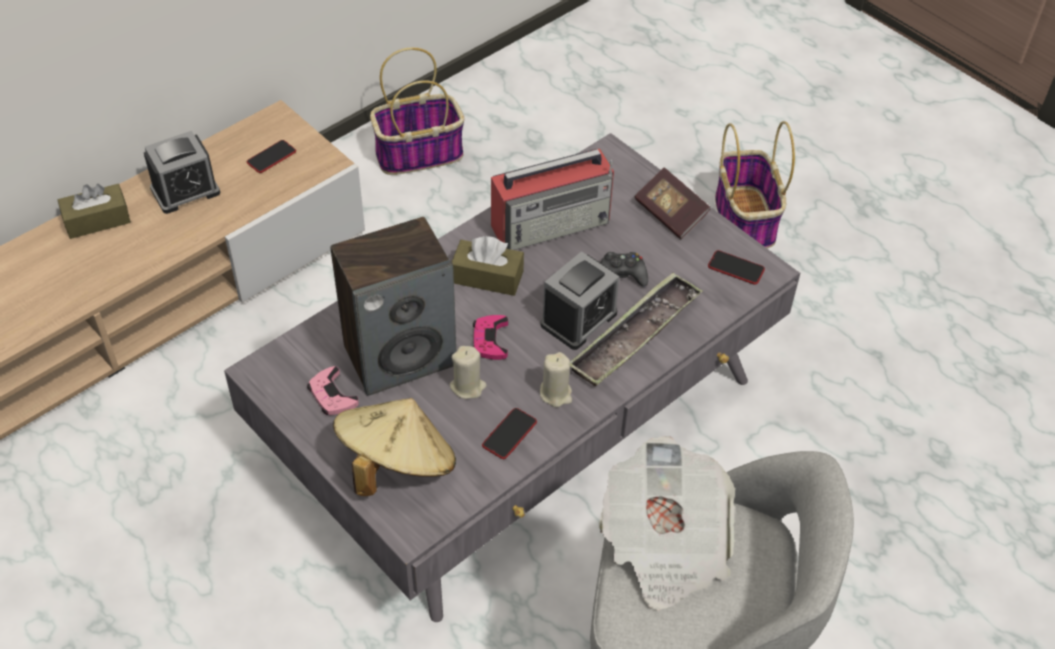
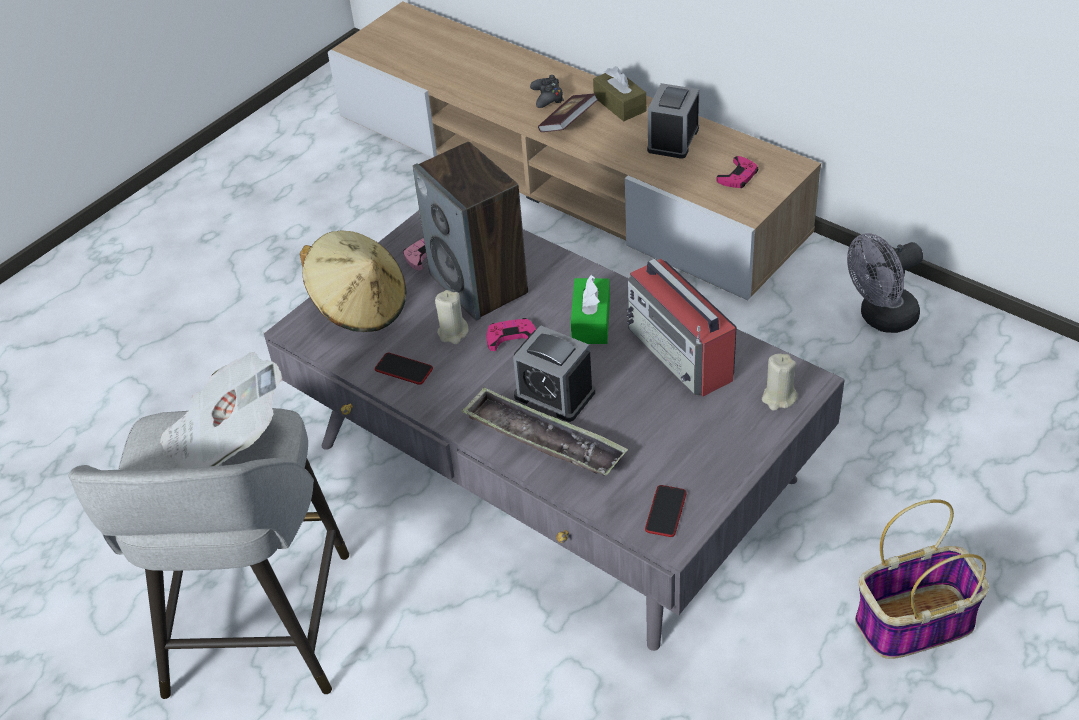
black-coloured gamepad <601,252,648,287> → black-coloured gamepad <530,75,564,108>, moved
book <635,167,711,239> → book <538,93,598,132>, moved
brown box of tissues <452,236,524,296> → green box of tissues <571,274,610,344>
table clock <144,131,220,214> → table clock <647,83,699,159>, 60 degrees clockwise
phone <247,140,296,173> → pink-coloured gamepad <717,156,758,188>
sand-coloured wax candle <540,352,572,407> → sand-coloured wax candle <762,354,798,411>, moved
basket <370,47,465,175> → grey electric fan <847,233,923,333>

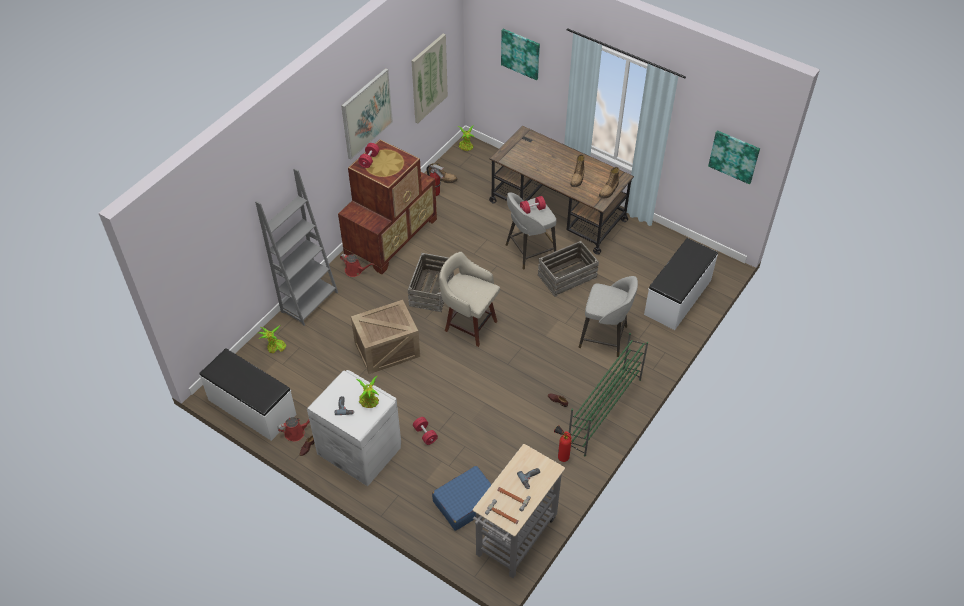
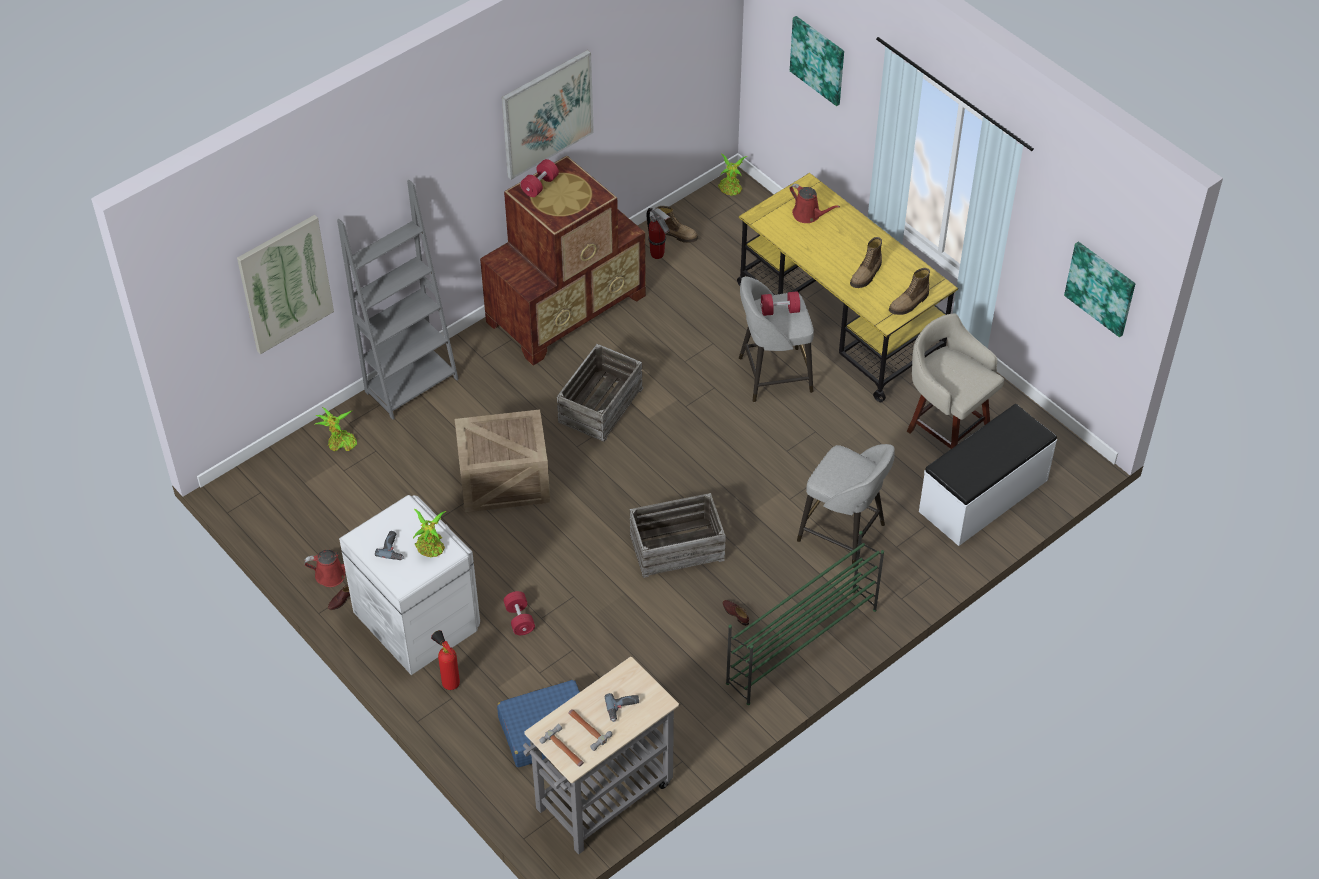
wall art <411,33,448,123> → wall art <237,215,334,354>, moved
fire extinguisher <554,425,572,462> → fire extinguisher <431,630,460,690>, moved
packing crate <537,241,599,297> → packing crate <630,493,726,578>, moved
brown desk table <489,126,634,255> → yellow desk table <737,173,958,402>
red-coloured watering can <340,254,373,277> → red-coloured watering can <790,184,840,223>, moved
sand-coloured stool <439,252,500,347> → sand-coloured stool <907,313,1004,449>, moved
white-coloured bench <199,348,296,441> → -

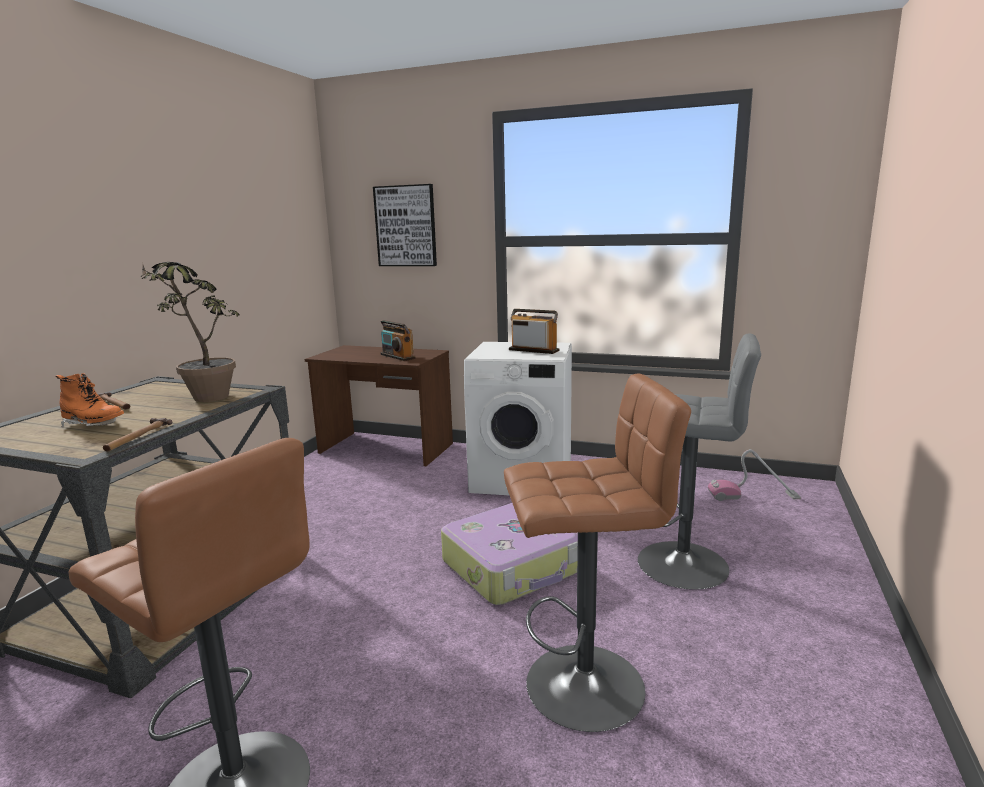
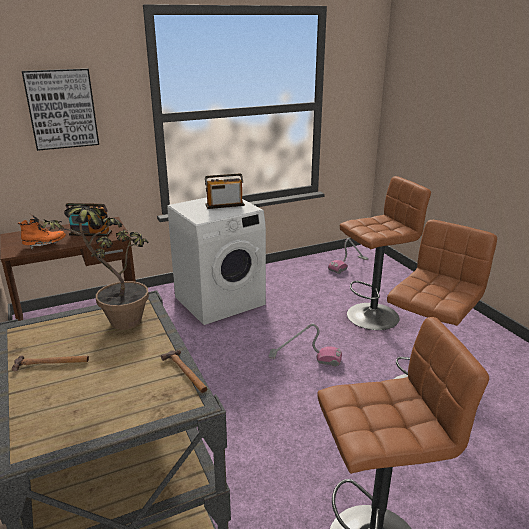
orange boot <56,373,124,427> → orange boot <18,219,66,249>, moved
travel case <441,503,578,605> → vacuum cleaner <268,323,342,367>
grey stool <638,333,761,590> → brown stool <340,176,431,330>

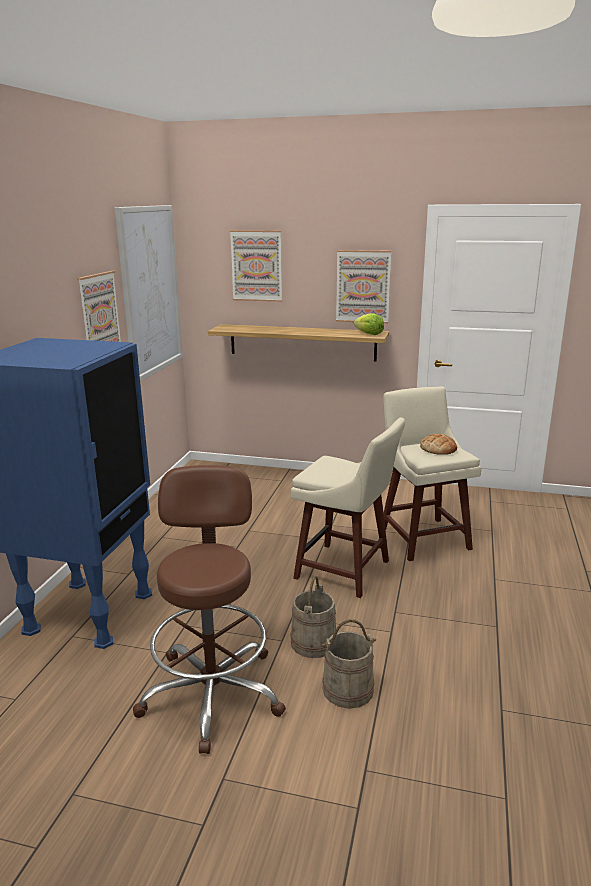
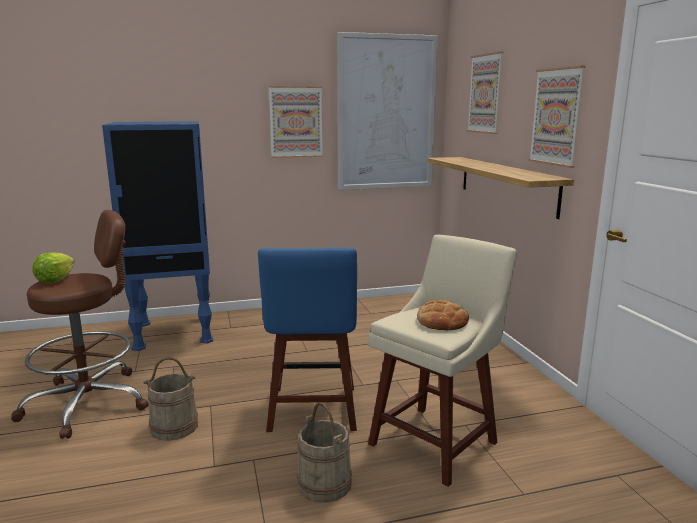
lettuce head <354,313,384,335> → lettuce head <32,252,75,284>, moved
sand-coloured stool <290,418,405,598> → blue stool <258,248,357,432>
sand-coloured pail <322,619,376,709> → sand-coloured pail <296,402,352,503>, moved

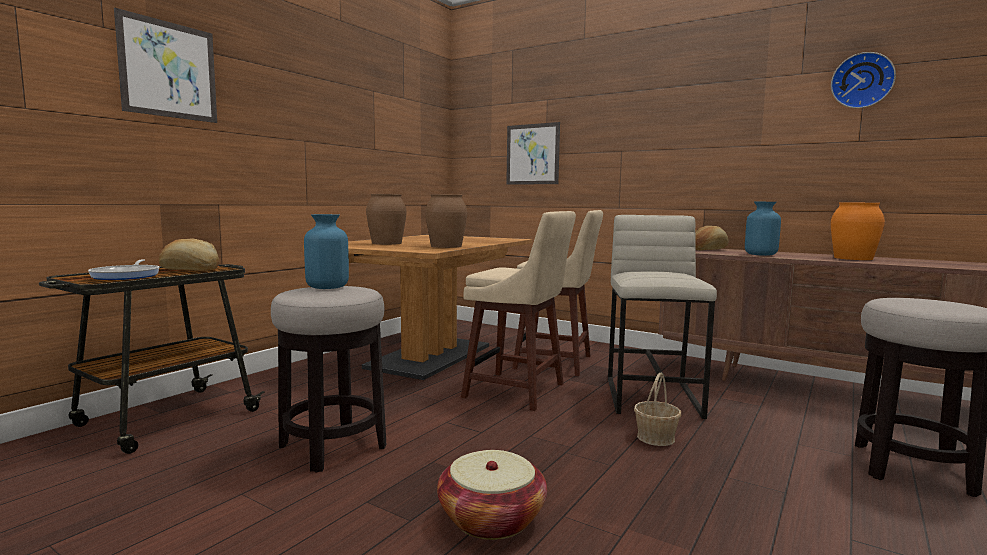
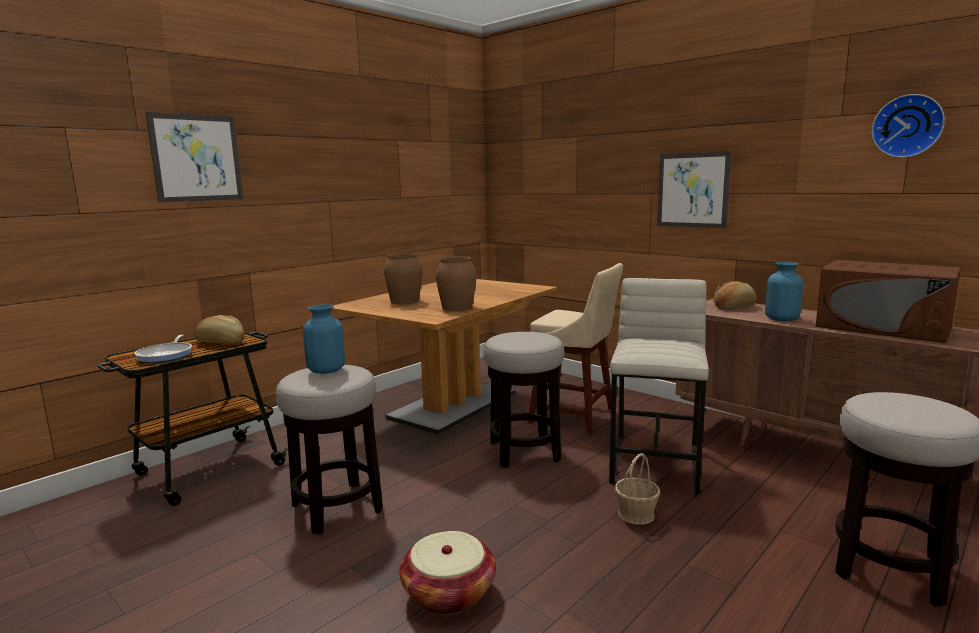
sand-coloured plain chair <461,211,576,411> → stool <483,332,565,468>
wall art <506,122,560,185> → wall art <657,151,731,228>, moved
orange decorative vase <831,202,885,260> → brown kitchen microwave <816,260,961,343>

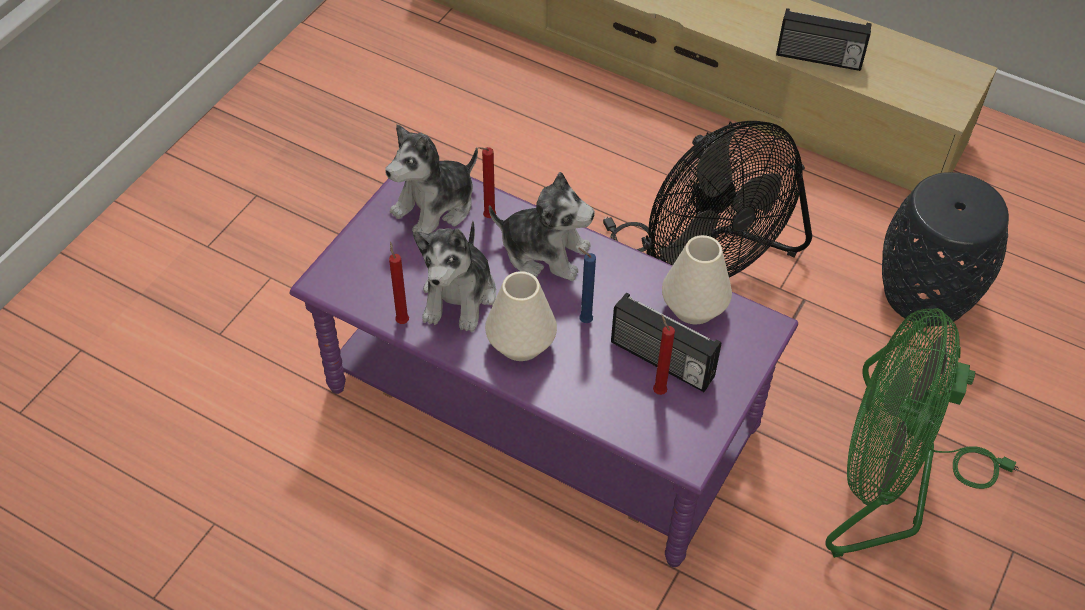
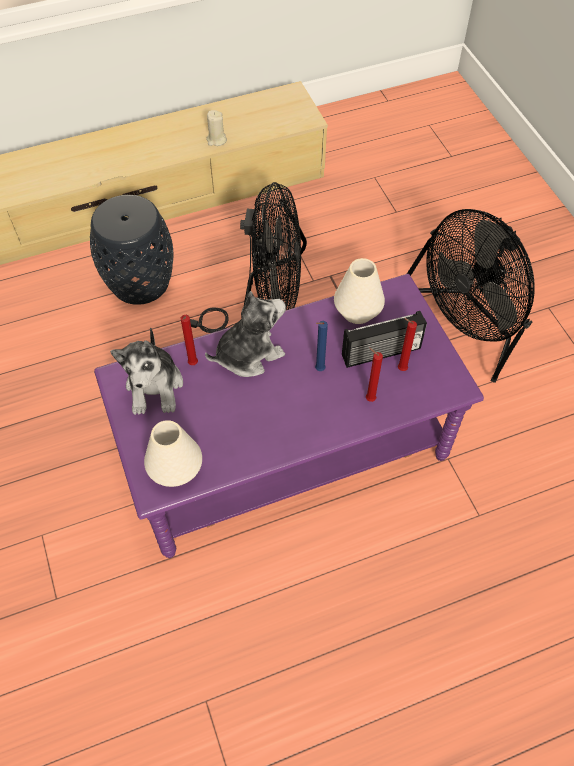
black-coloured stool <882,172,1009,326> → black-coloured stool <90,195,173,305>, moved
white-coloured decorative vase <485,271,557,361> → white-coloured decorative vase <144,420,202,487>, moved
radio <776,8,872,71> → sand-coloured wax candle <206,110,227,146>
red-coloured wax candle <389,241,409,324> → red-coloured wax candle <366,348,383,402>, moved
green electric fan <825,308,1019,558> → black-coloured electric fan <407,209,535,383>
soft toy <413,221,496,332> → -

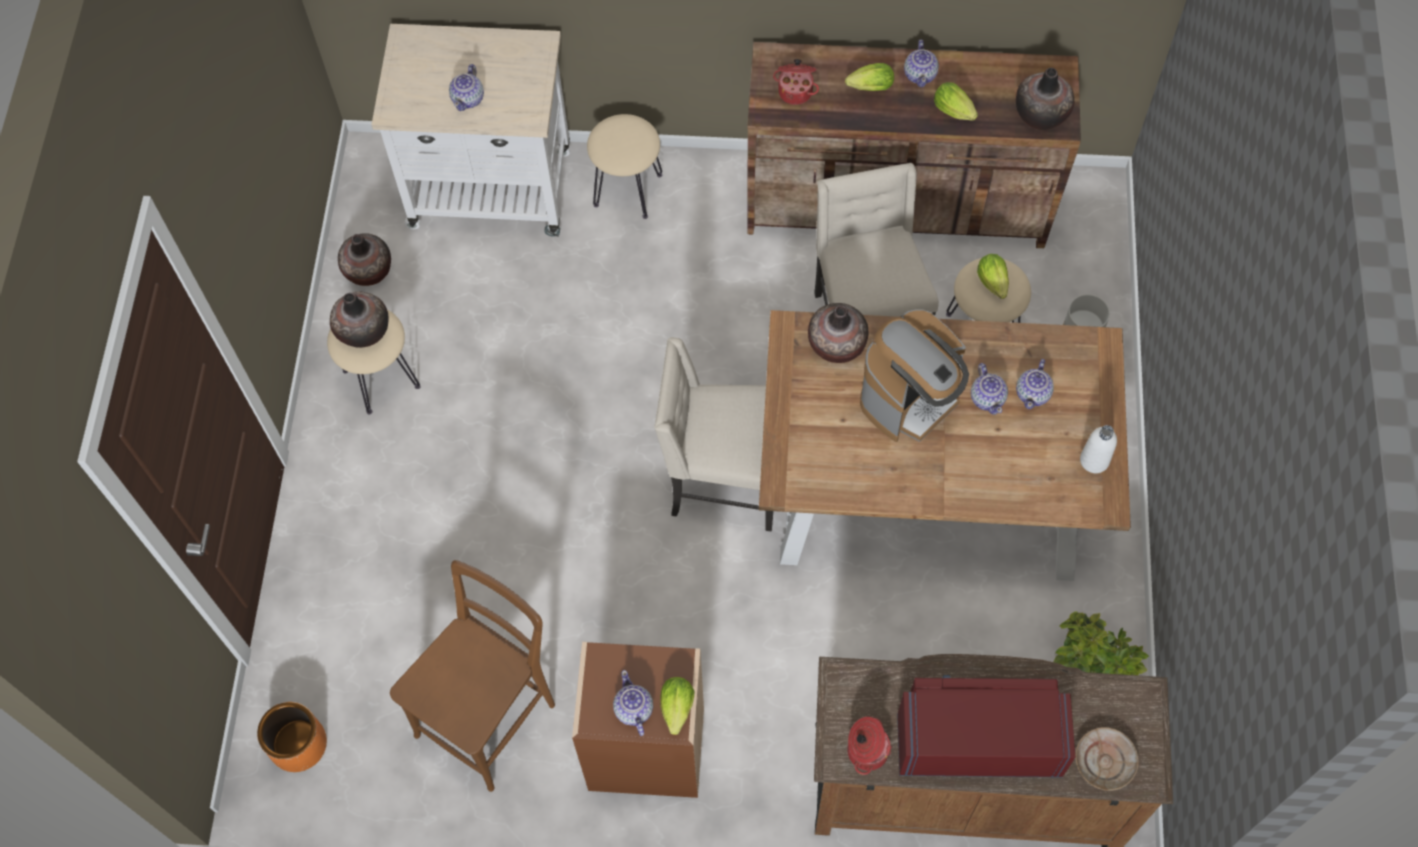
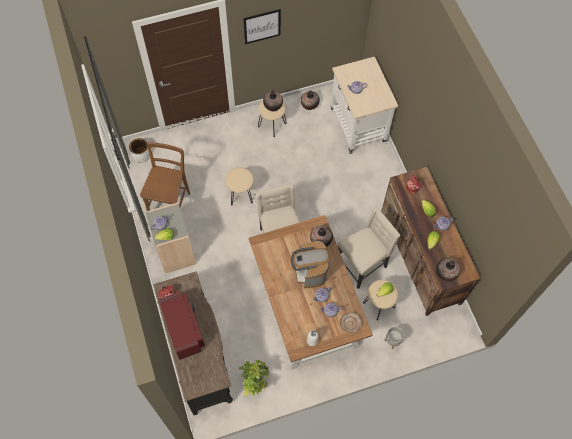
orange flower pot <257,702,327,772> → white-coloured flower pot <129,138,150,163>
brown plain chair <390,560,555,792> → brown plain chair <140,142,190,211>, 90 degrees counterclockwise
brown shelving unit <572,642,704,798> → grey shelving unit <146,203,196,274>
sand-coloured stool <587,114,663,219> → sand-coloured stool <225,167,254,205>, moved
- → wall art <243,9,281,44>
coffee maker <860,309,969,442> → coffee maker <291,241,330,288>, 60 degrees clockwise
sand-coloured plate <1075,727,1139,791> → sand-coloured plate <340,312,362,333>, moved

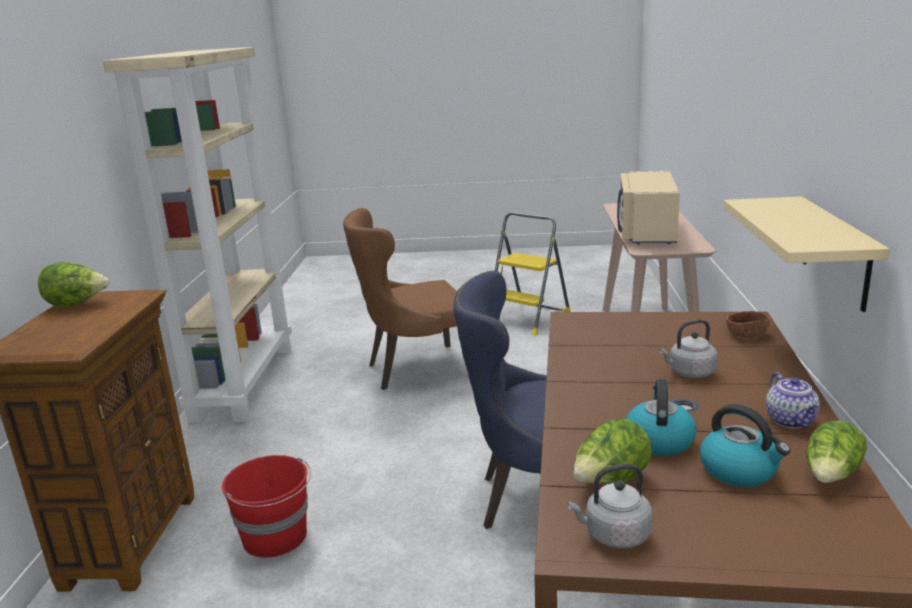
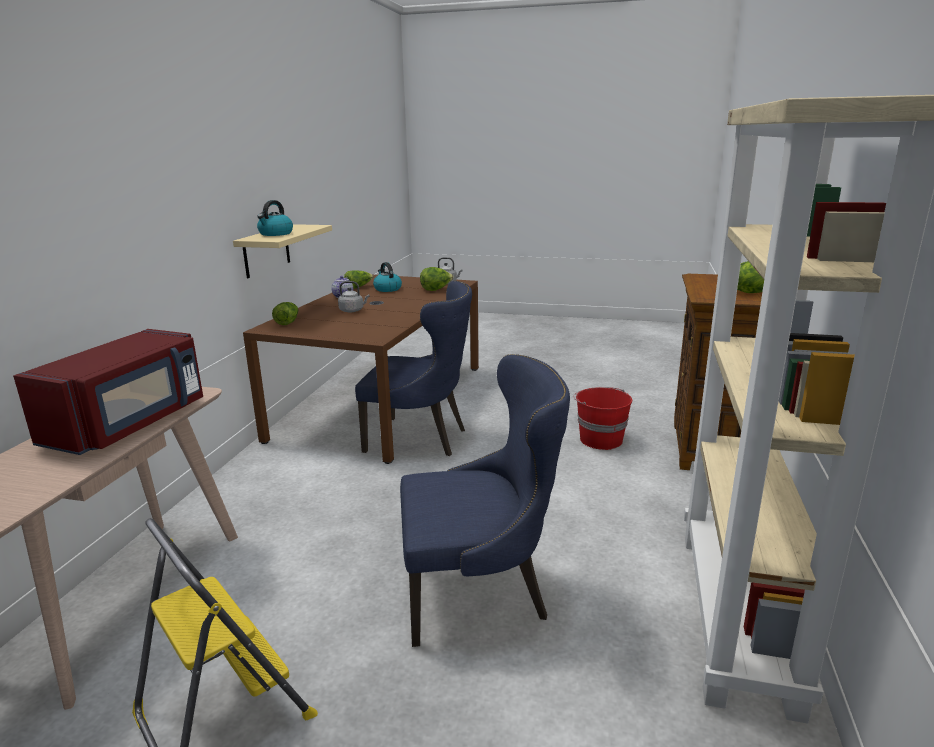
sand-coloured kitchen microwave <617,171,680,244> → red-coloured kitchen microwave <13,329,203,455>
water kettle <626,379,697,456> → water kettle <257,200,293,236>, moved
brown serving bowl <726,311,770,338> → lettuce head <272,302,298,325>
brown plain chair <343,208,457,390> → blue plain chair <400,354,570,647>

